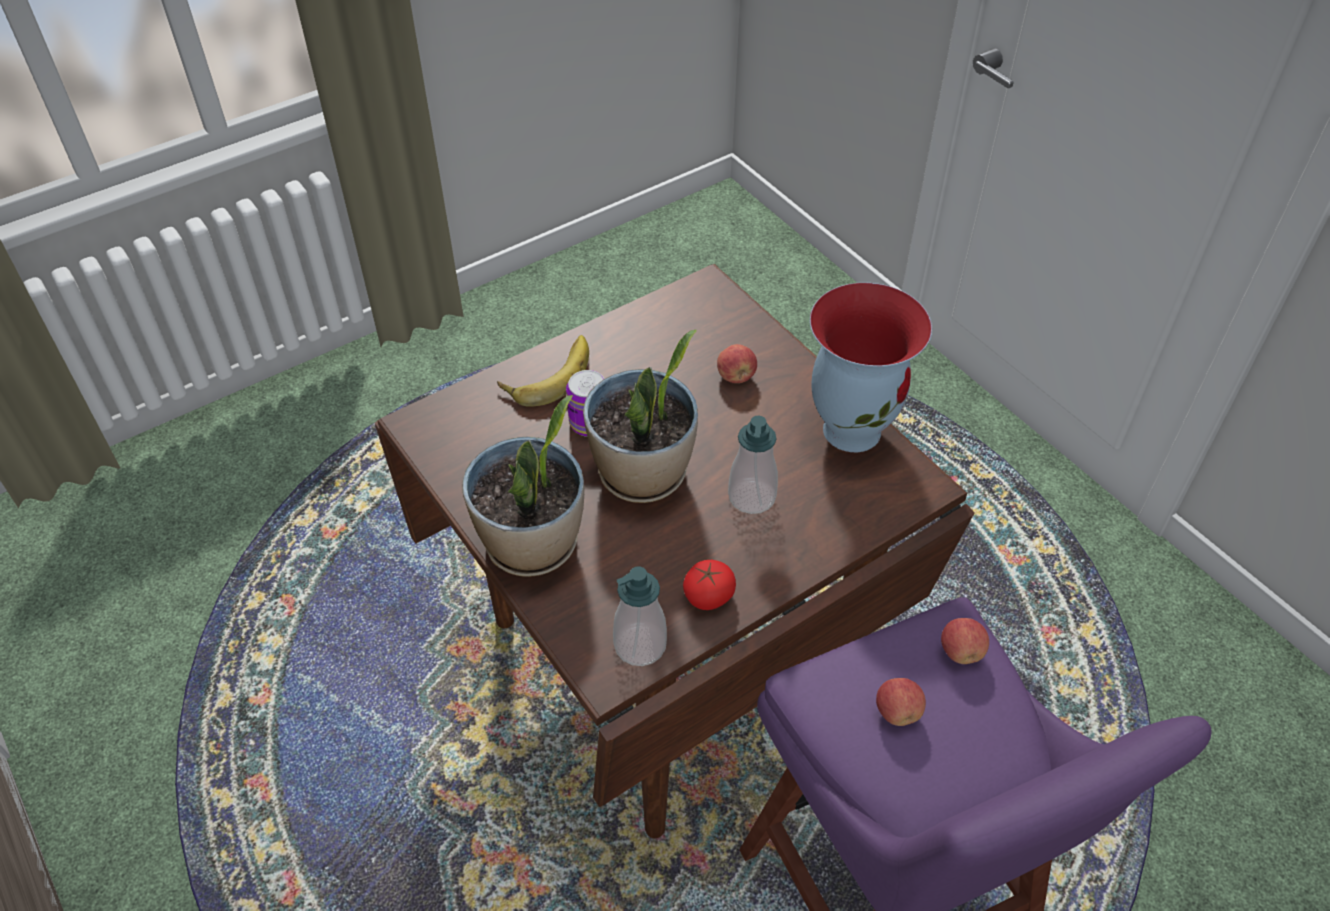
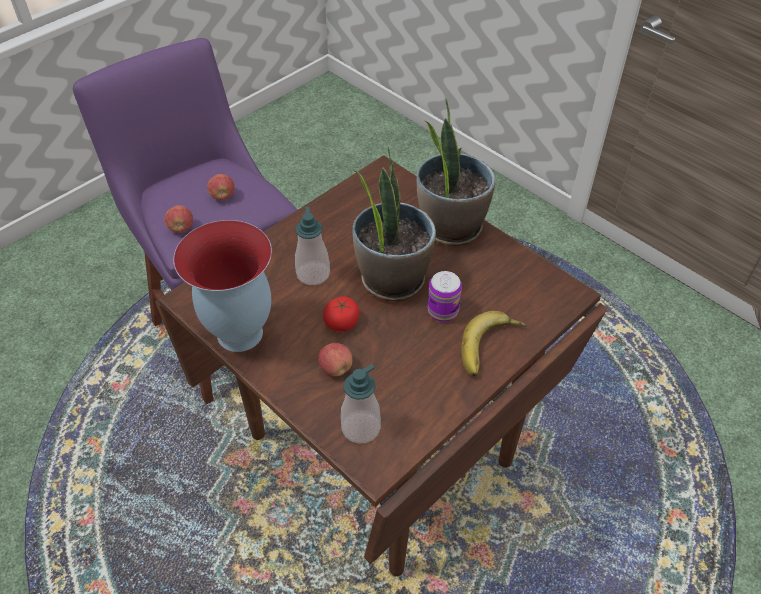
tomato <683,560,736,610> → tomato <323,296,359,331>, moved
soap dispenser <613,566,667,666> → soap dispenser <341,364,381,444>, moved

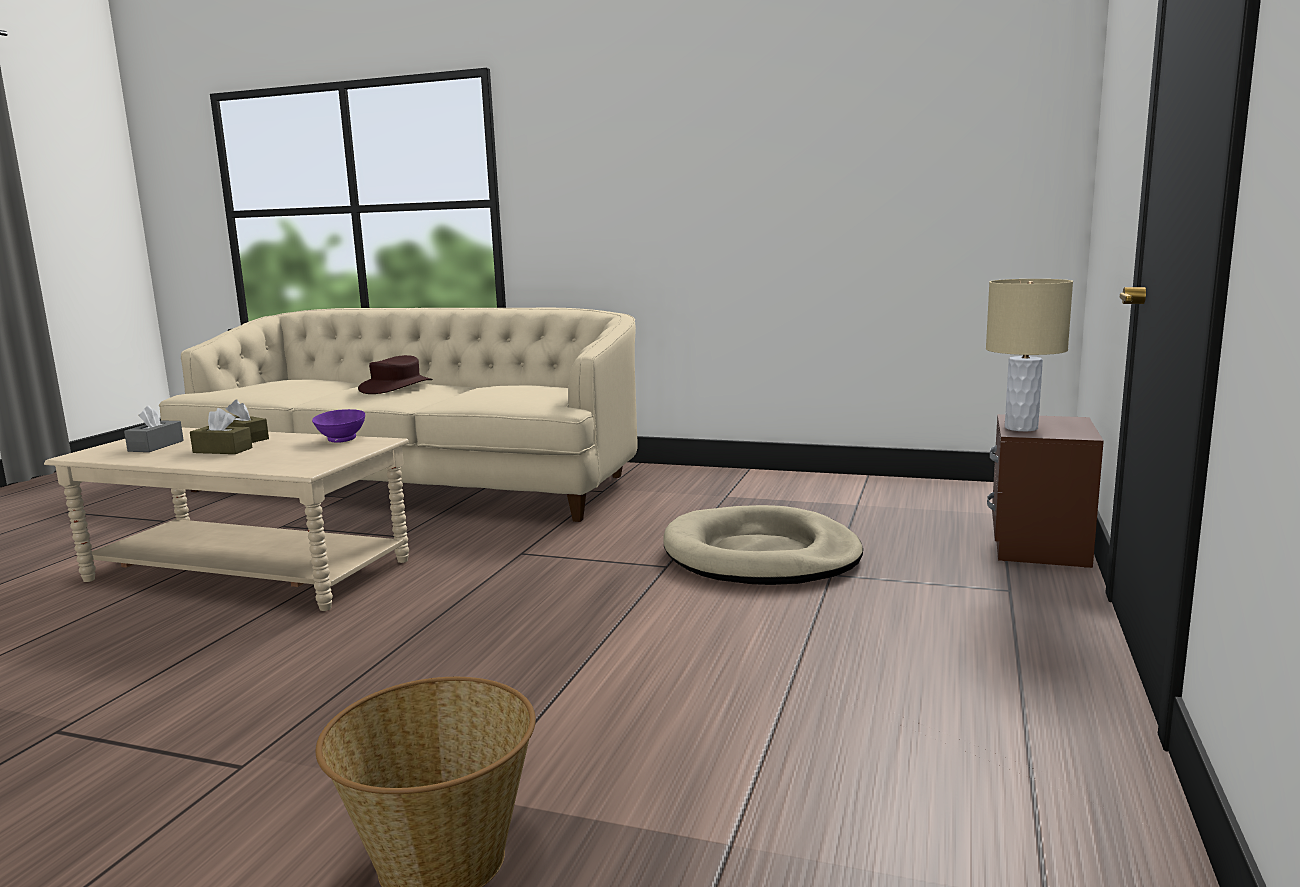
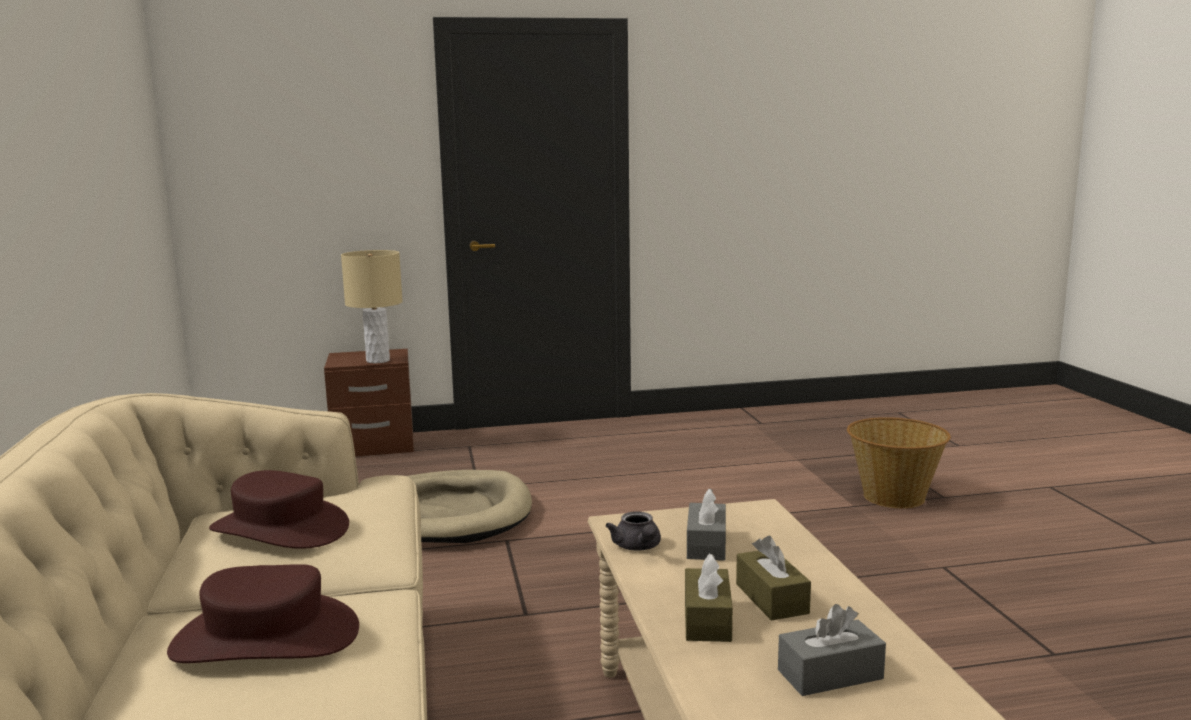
- → brown hat <209,470,349,549>
purplish serving bowl <312,409,365,442> → grey tea pot <606,511,661,551>
- → grey box of tissues <687,488,726,561>

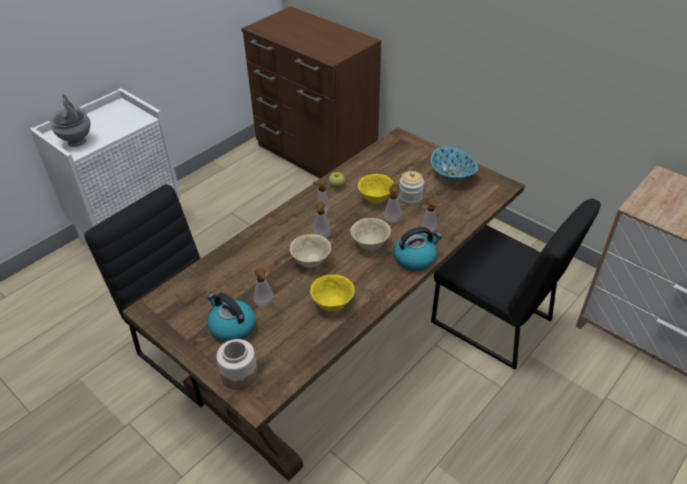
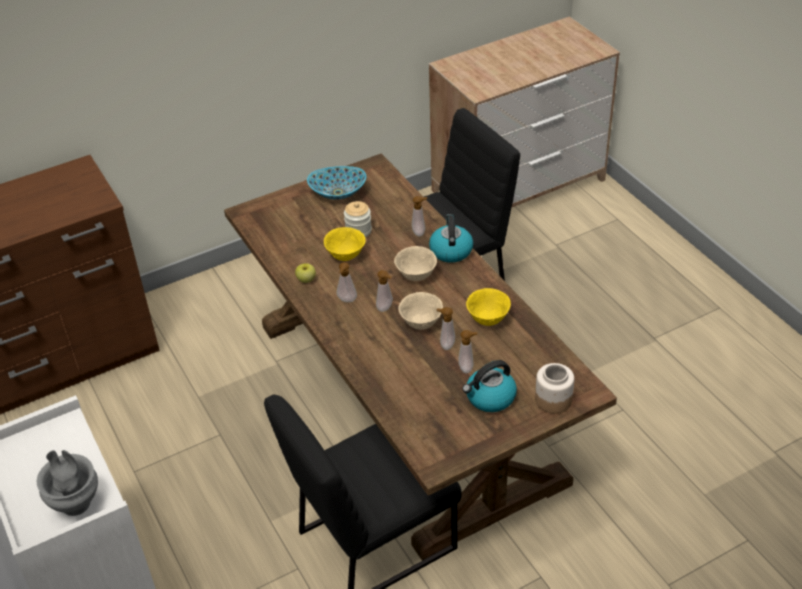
soap dispenser <383,184,402,223> → soap dispenser <437,307,455,350>, moved

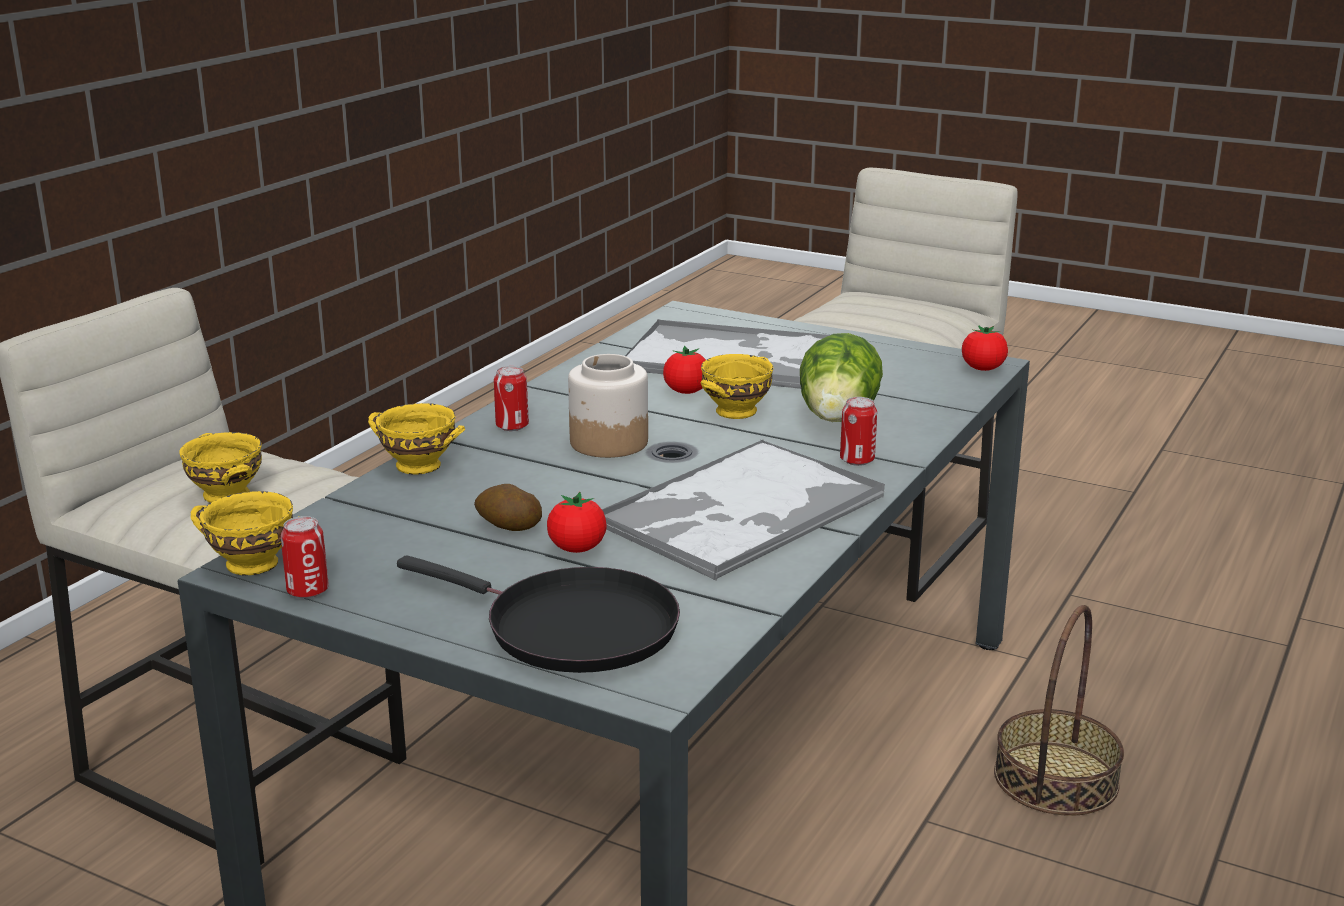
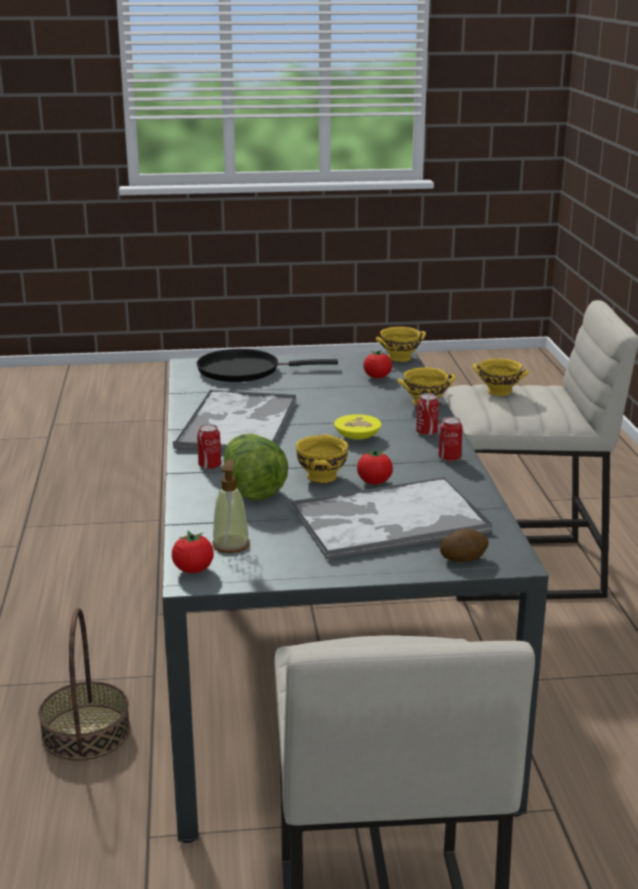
- → soap dispenser <212,460,250,553>
preserve jar <568,354,648,458> → yellow serving bowl <334,414,381,440>
tomato <547,492,607,553> → tomato <363,350,392,378>, moved
metal can <281,516,329,599> → metal can <438,417,463,461>, moved
whole potato <474,484,542,531> → whole potato <440,528,489,562>, moved

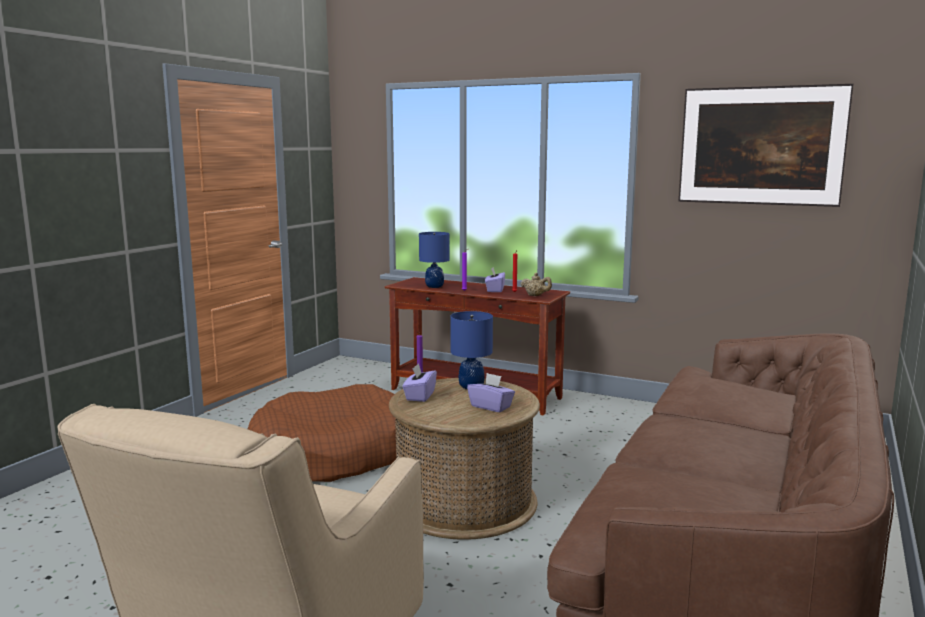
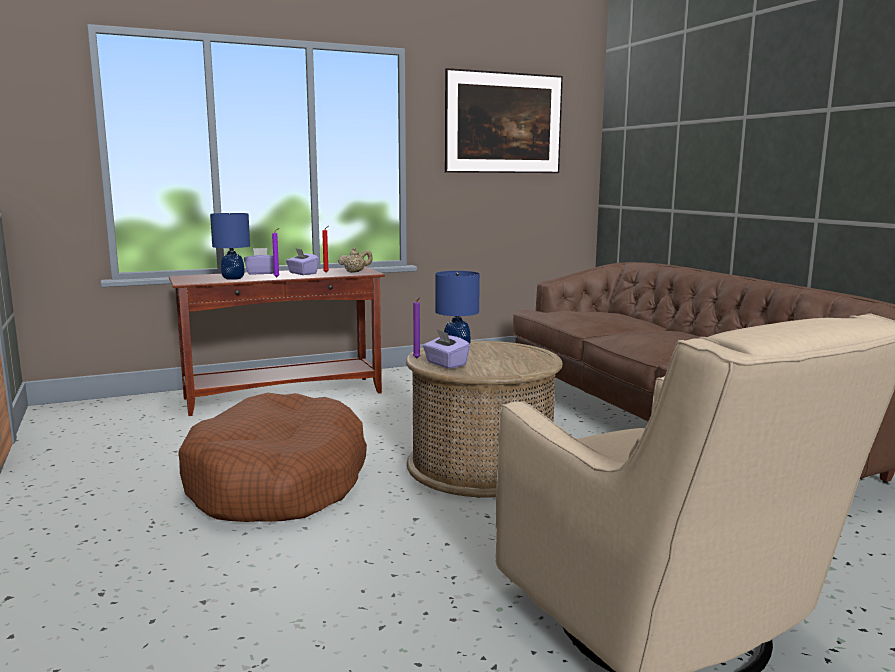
purplish box of tissues <467,373,515,412> → purplish box of tissues <244,248,274,275>, moved

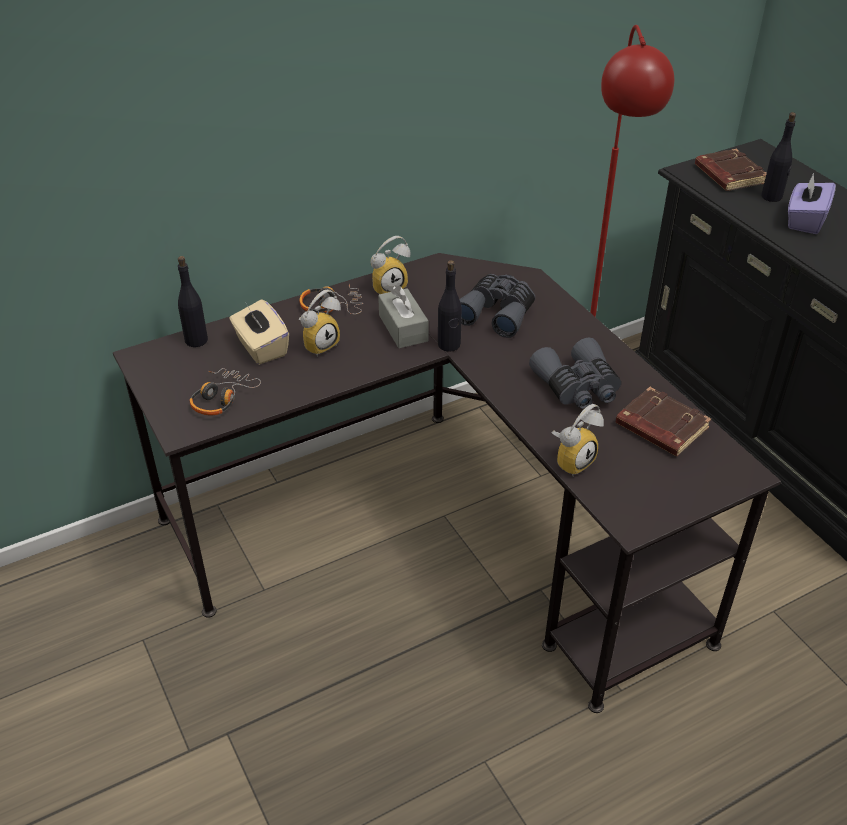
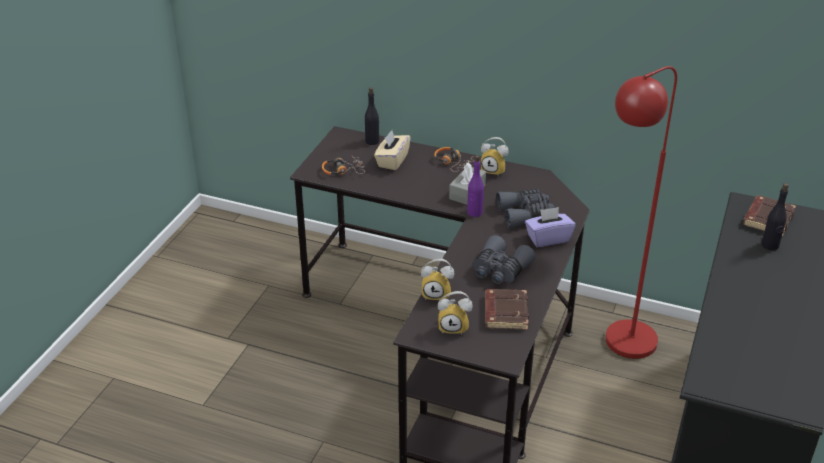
table clock <299,290,341,357> → table clock <438,291,473,335>, moved
black-coloured bottle <438,260,462,352> → purplish bottle <467,155,484,217>
purplish box of tissues <788,173,836,234> → purplish box of tissues <525,207,576,247>, moved

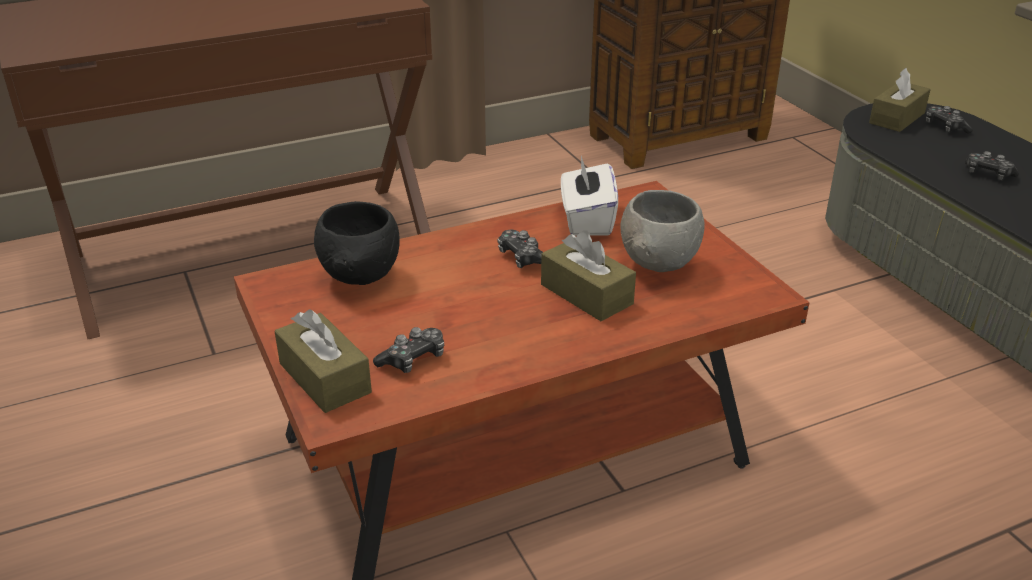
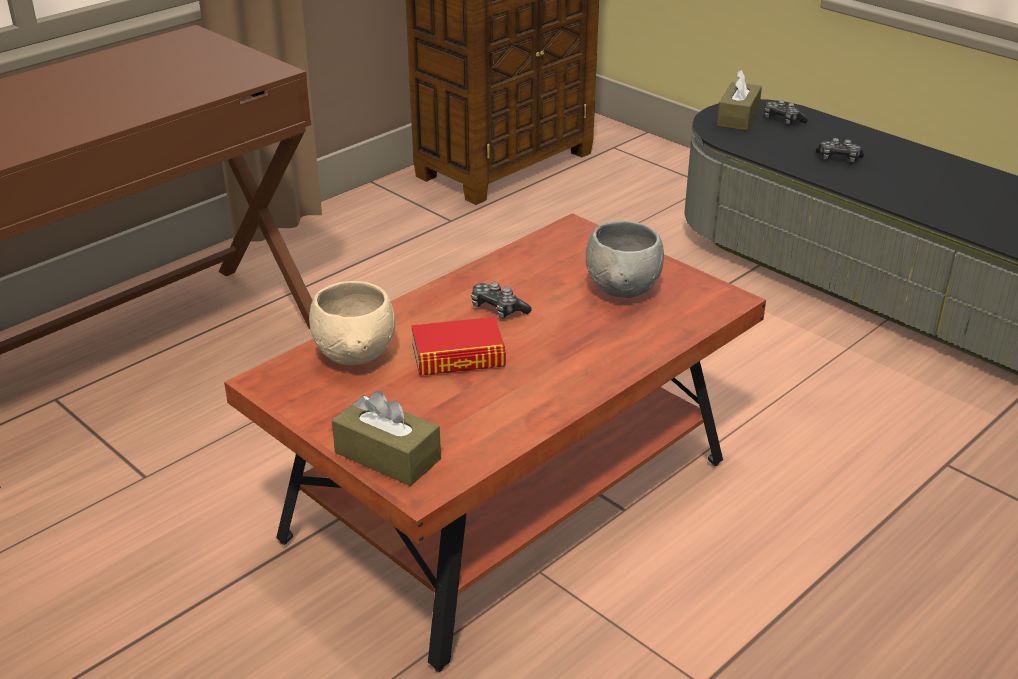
black-coloured serving bowl <314,201,400,285> → sand-coloured serving bowl <309,281,395,365>
- → book <411,317,506,376>
gamepad <373,327,444,373> → -
brown box of tissues <541,230,636,321> → -
white-coloured box of tissues <561,156,618,236> → -

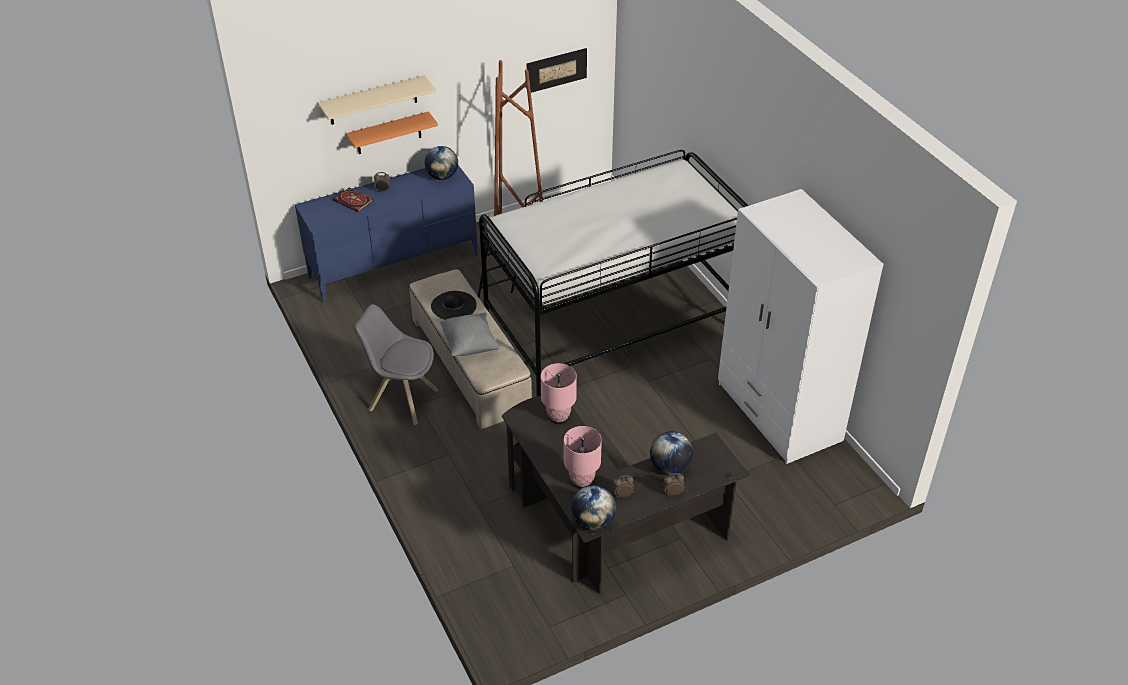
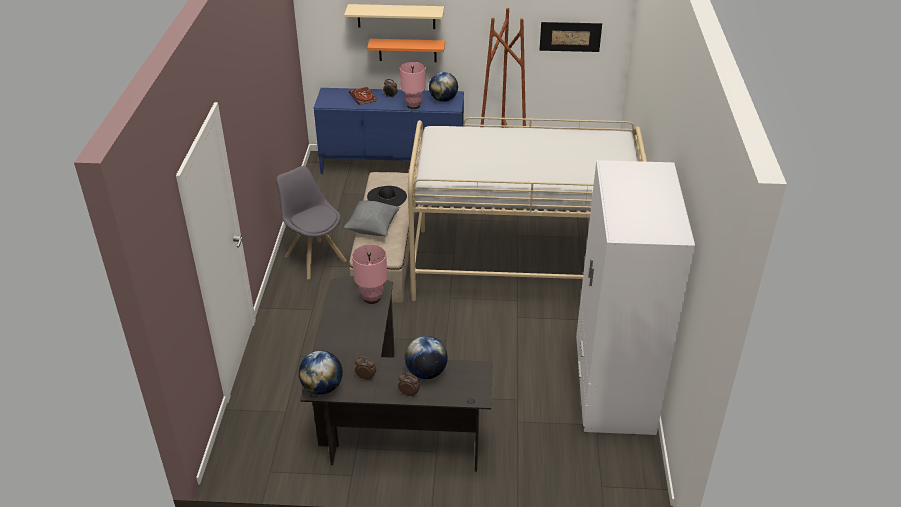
pink-coloured lamp for a table <564,426,602,489> → pink-coloured lamp for a table <400,62,426,109>, moved
black-coloured bed <478,150,748,396> → sand-coloured bed <408,117,648,301>

